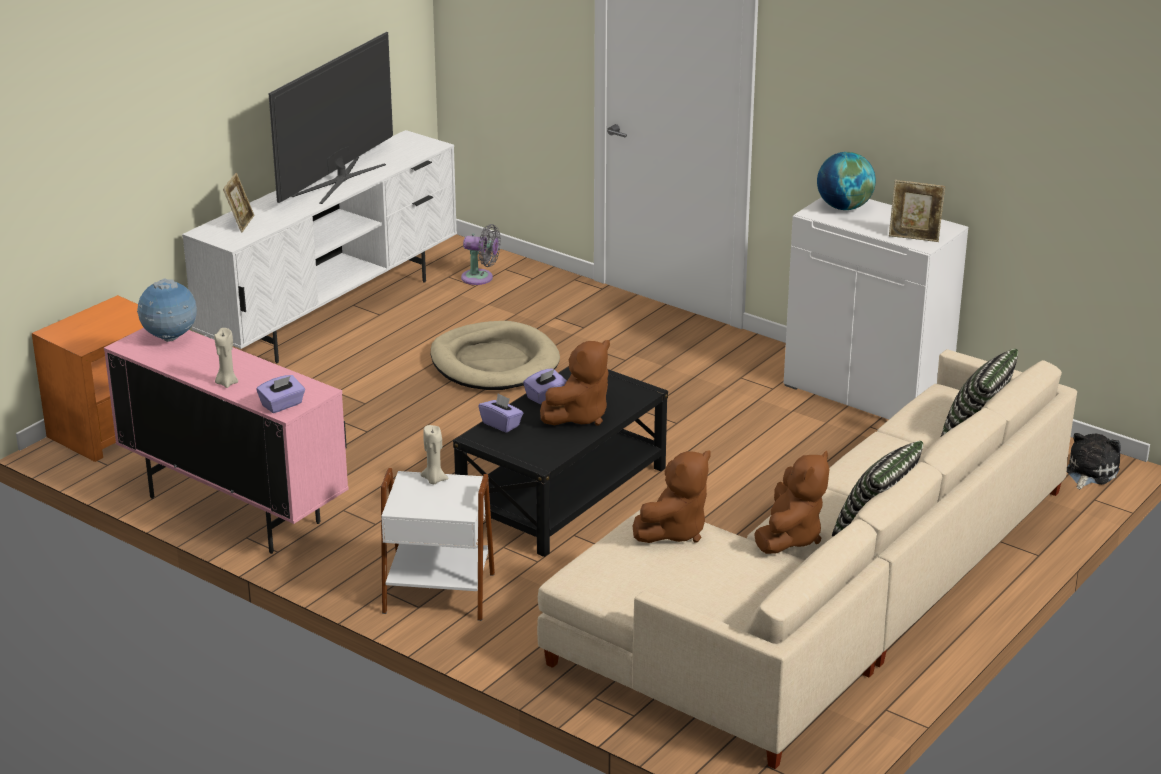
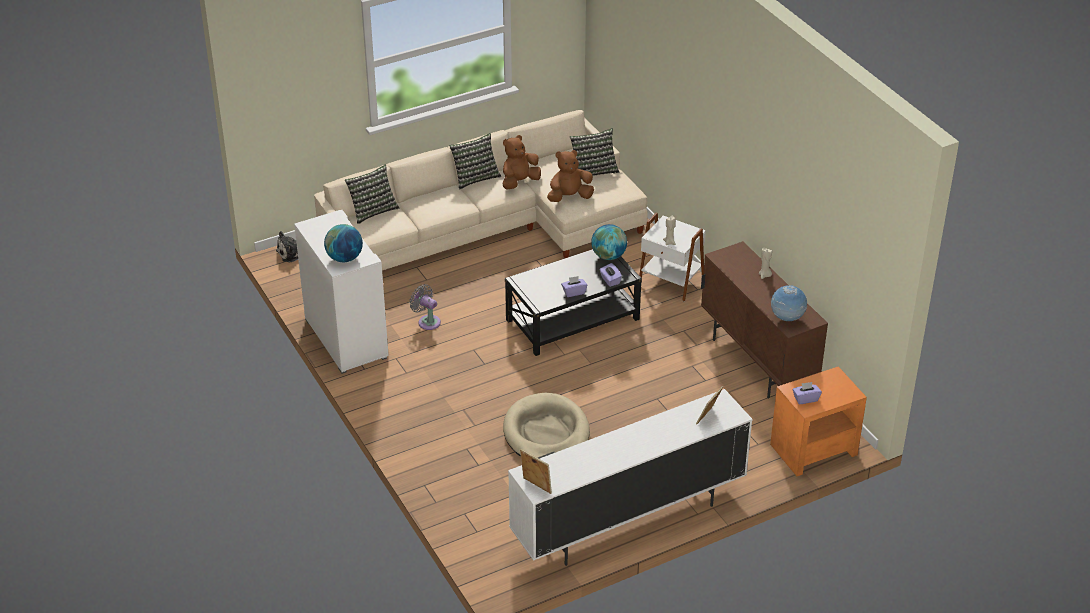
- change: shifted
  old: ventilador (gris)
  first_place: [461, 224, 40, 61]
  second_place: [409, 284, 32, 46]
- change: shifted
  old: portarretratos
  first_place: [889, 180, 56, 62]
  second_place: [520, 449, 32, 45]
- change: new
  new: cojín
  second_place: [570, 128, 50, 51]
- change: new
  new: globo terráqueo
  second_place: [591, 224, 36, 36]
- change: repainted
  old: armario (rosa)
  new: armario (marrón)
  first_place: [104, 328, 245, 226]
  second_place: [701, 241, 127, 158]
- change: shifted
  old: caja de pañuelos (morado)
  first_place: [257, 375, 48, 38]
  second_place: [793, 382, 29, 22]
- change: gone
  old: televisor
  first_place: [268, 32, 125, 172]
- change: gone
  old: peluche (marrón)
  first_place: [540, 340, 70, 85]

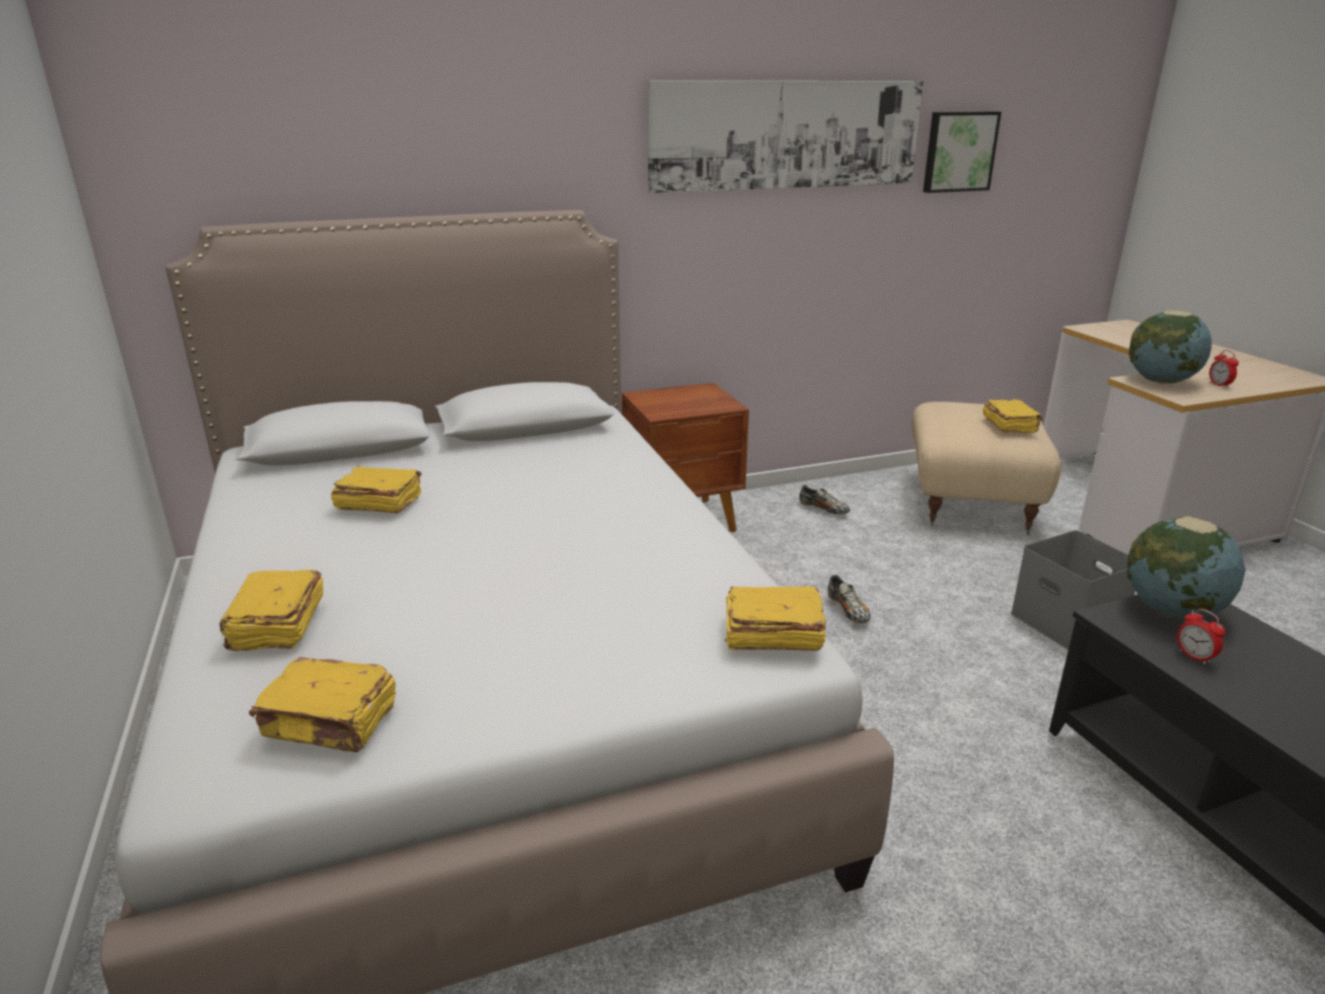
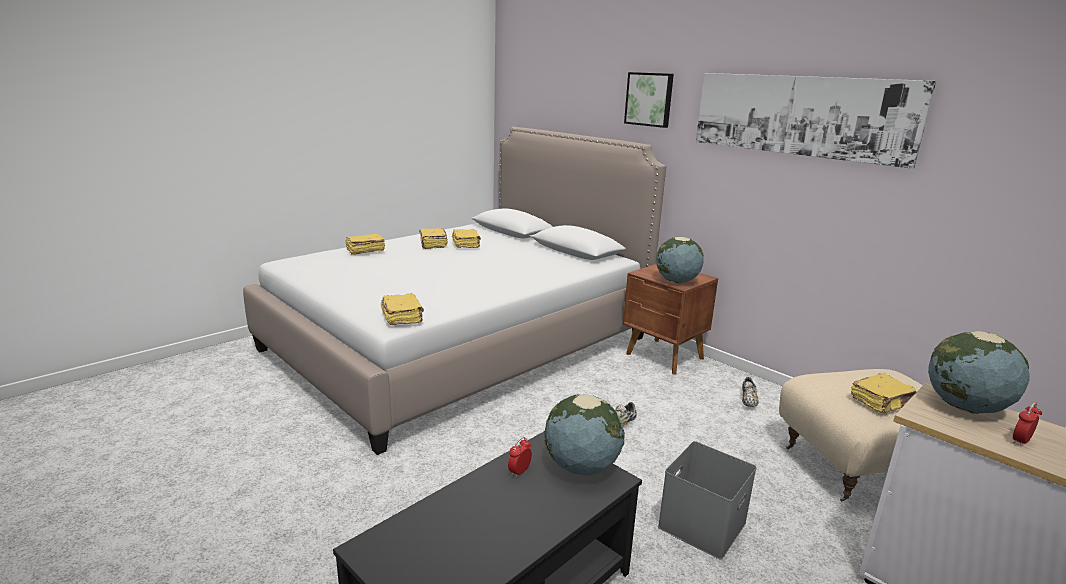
- change: shifted
  old: libro (amarillo)
  first_place: [249, 657, 147, 95]
  second_place: [419, 228, 29, 21]
- change: shifted
  old: cuadro
  first_place: [923, 111, 78, 82]
  second_place: [624, 72, 50, 56]
- change: new
  new: globo terráqueo
  second_place: [656, 237, 48, 46]

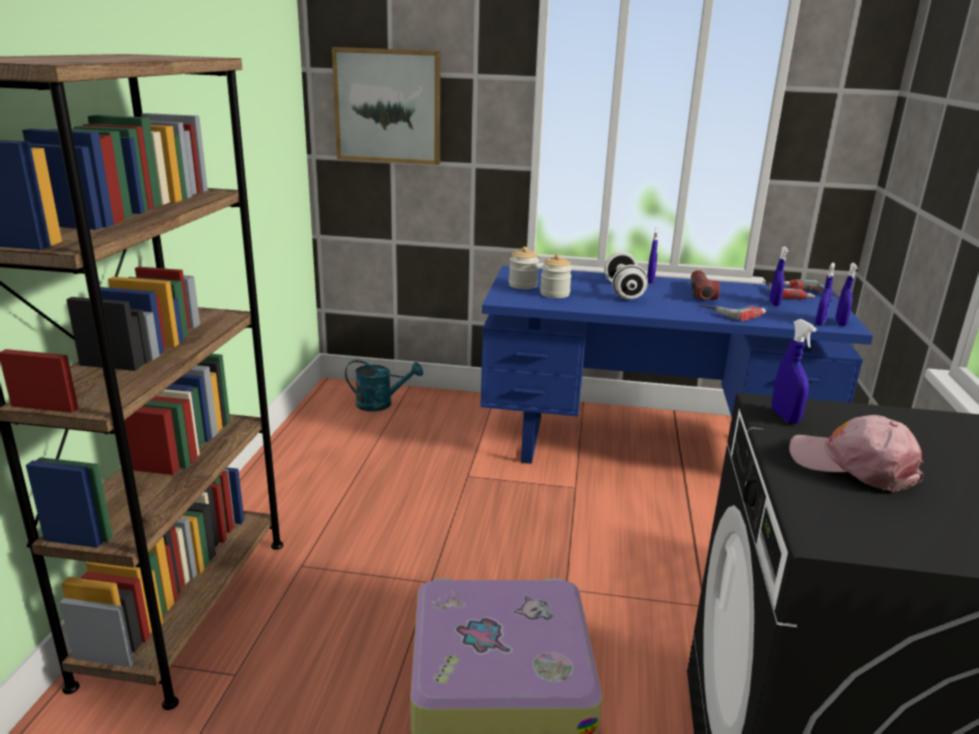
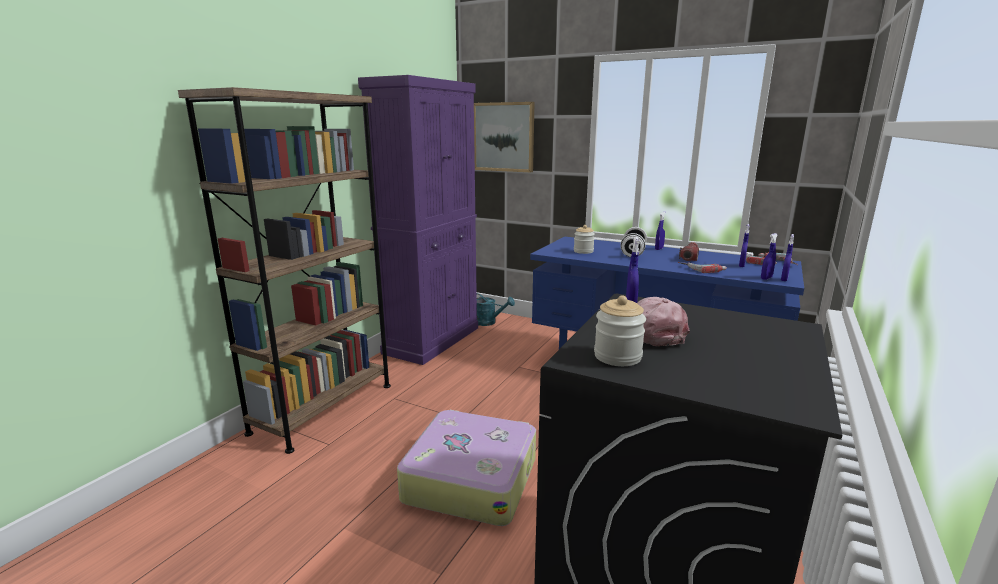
- change: new
  new: armario (morado)
  second_place: [358, 75, 120, 290]
- change: shifted
  old: tarro
  first_place: [509, 246, 30, 43]
  second_place: [594, 295, 52, 71]

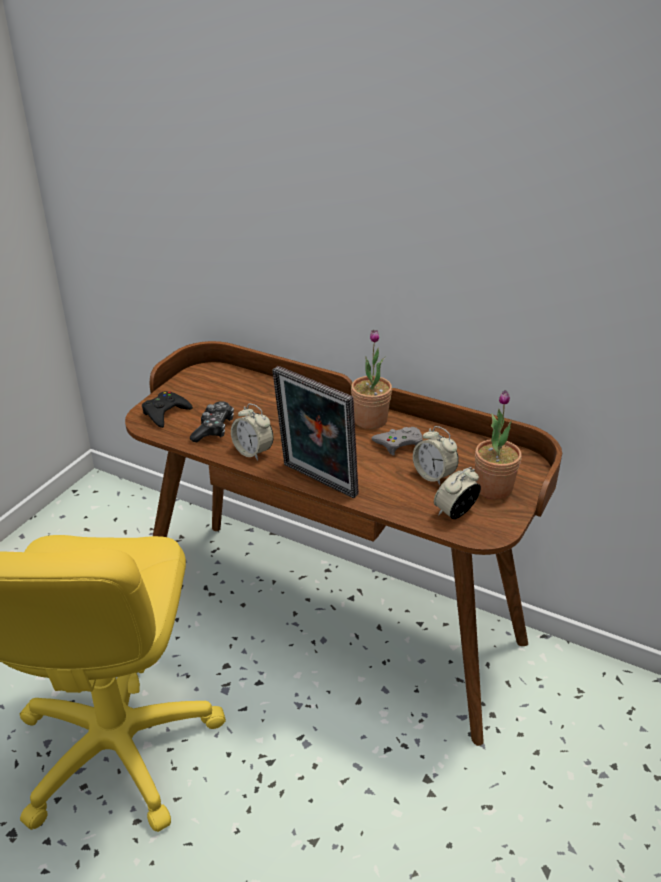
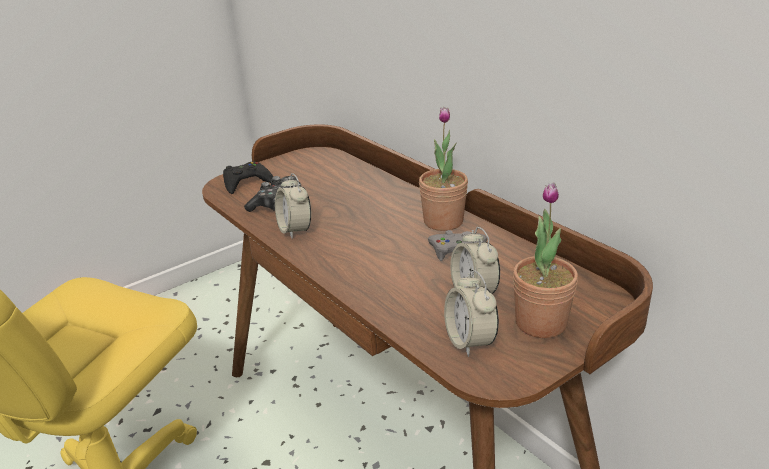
- change: rotated
  old: despertador
  first_place: [434, 467, 47, 52]
  second_place: [444, 270, 55, 87]
  degrees: -90
- change: gone
  old: portarretratos
  first_place: [272, 366, 87, 132]

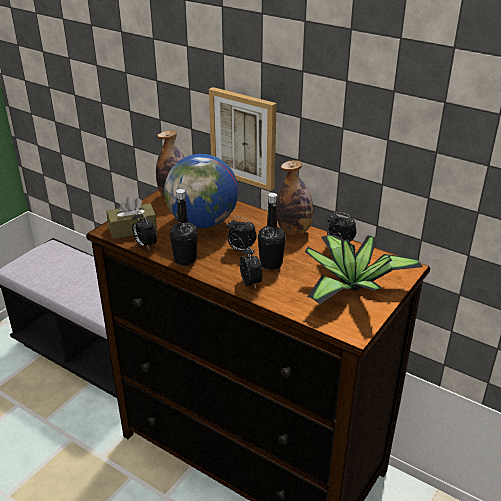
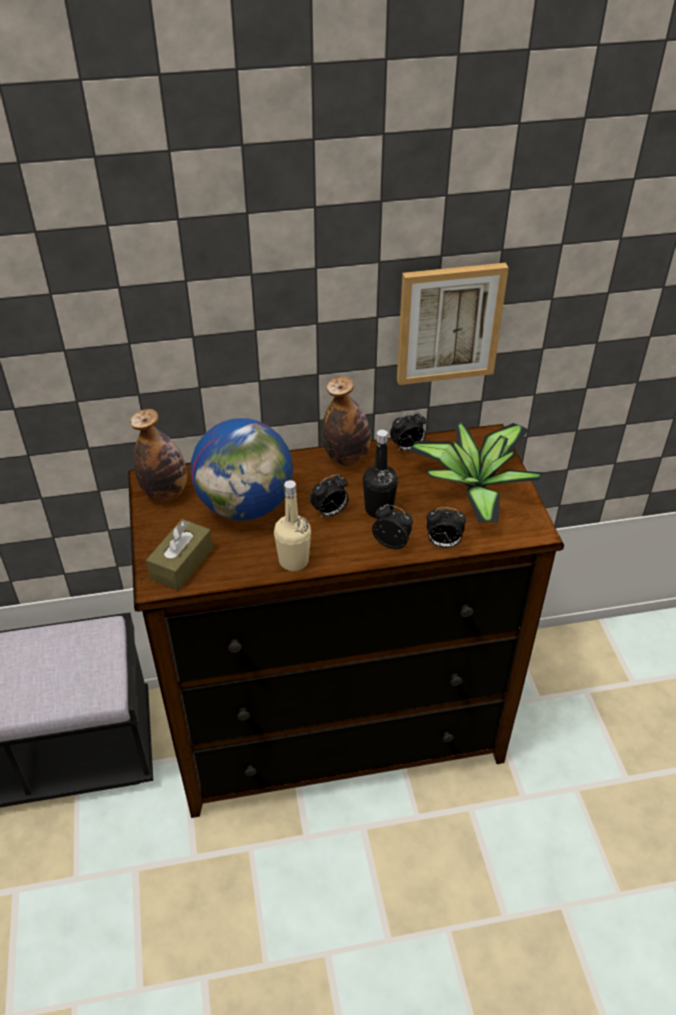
- change: repainted
  old: botella (negro)
  new: botella (beis)
  first_place: [170, 189, 28, 77]
  second_place: [274, 480, 37, 91]
- change: shifted
  old: cuadro
  first_place: [209, 87, 68, 104]
  second_place: [397, 263, 112, 122]
- change: shifted
  old: despertador
  first_place: [132, 211, 25, 38]
  second_place: [427, 507, 39, 41]

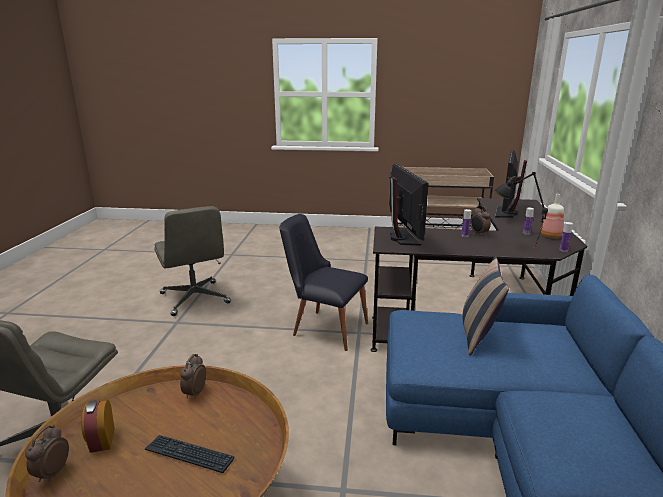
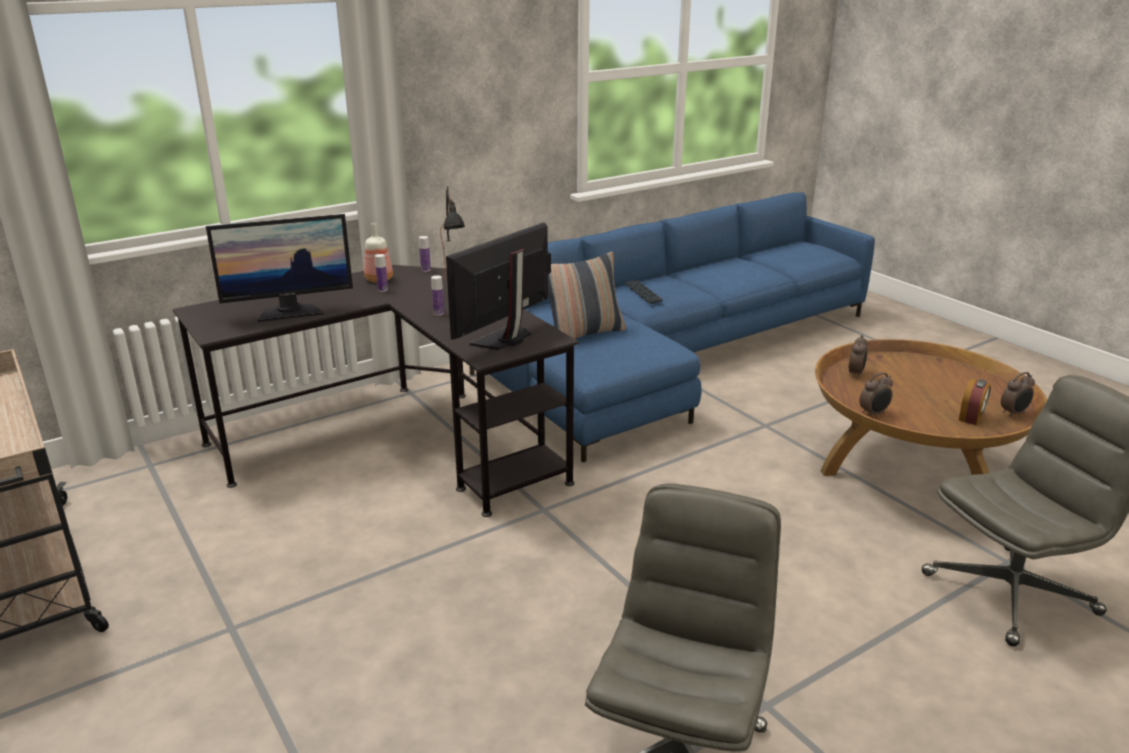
- change: shifted
  old: teclado
  first_place: [145, 435, 90, 38]
  second_place: [623, 280, 40, 24]
- change: shifted
  old: despertador
  first_place: [470, 205, 21, 31]
  second_place: [849, 334, 18, 44]
- change: gone
  old: silla (negro)
  first_place: [279, 214, 89, 137]

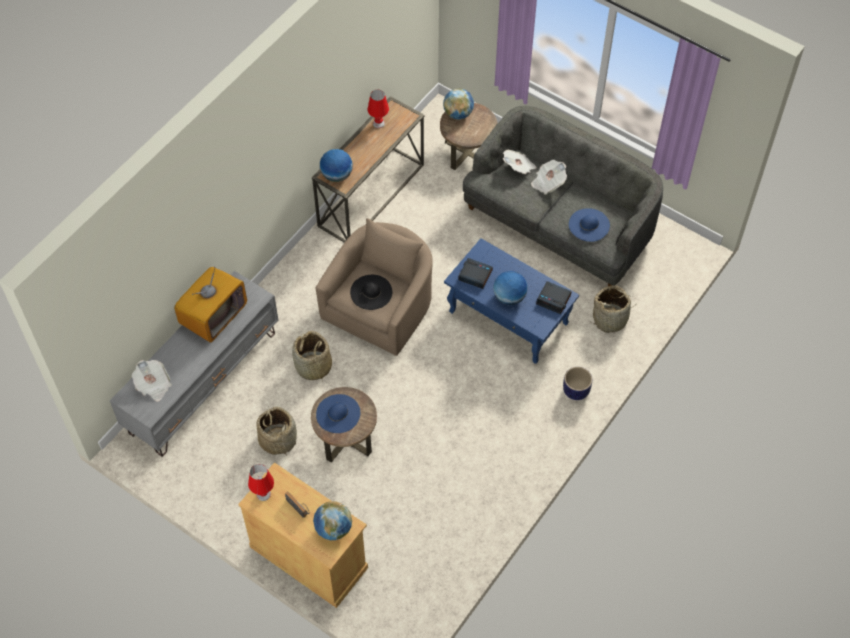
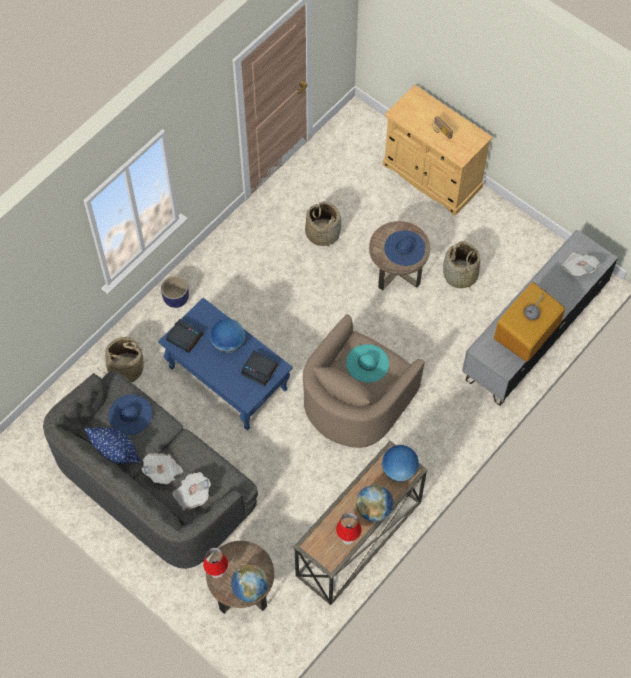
- change: new
  new: cojín (azul)
  second_place: [85, 427, 56, 37]
- change: shifted
  old: lámpara de mesa (rojo)
  first_place: [248, 464, 26, 37]
  second_place: [203, 548, 25, 30]
- change: shifted
  old: cesta
  first_place: [292, 331, 40, 51]
  second_place: [305, 200, 36, 46]
- change: repainted
  old: sombrero (negro)
  new: sombrero (turquesa)
  first_place: [350, 275, 42, 35]
  second_place: [346, 344, 43, 39]
- change: shifted
  old: globo terráqueo
  first_place: [313, 501, 39, 39]
  second_place: [356, 485, 37, 37]

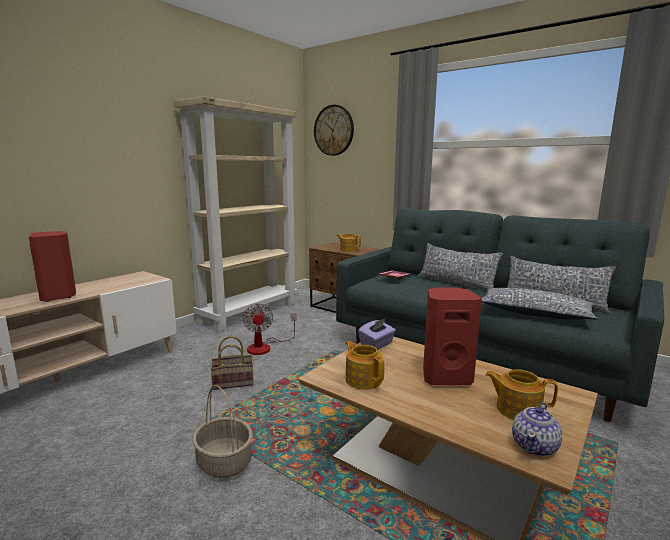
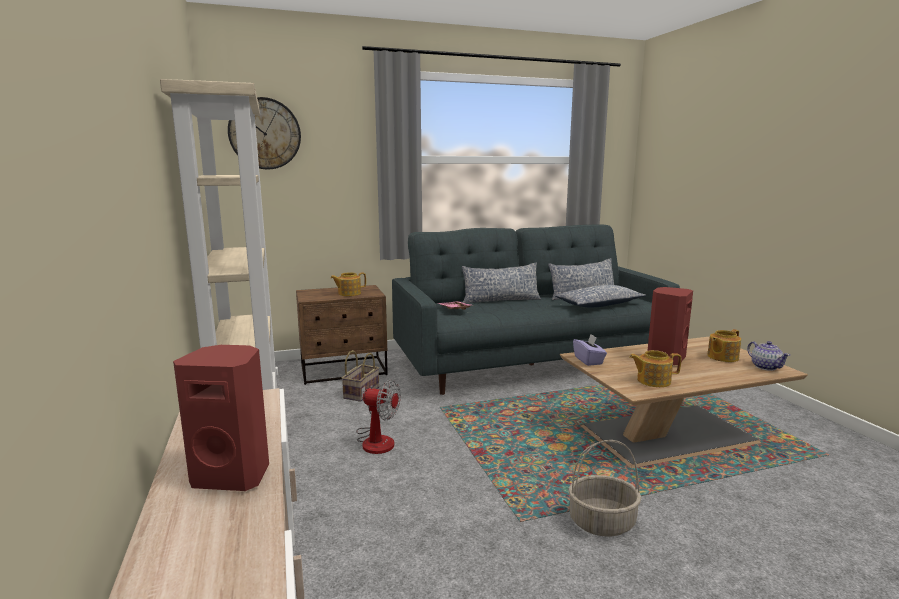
- change: shifted
  old: cesta
  first_place: [210, 336, 44, 54]
  second_place: [342, 350, 37, 52]

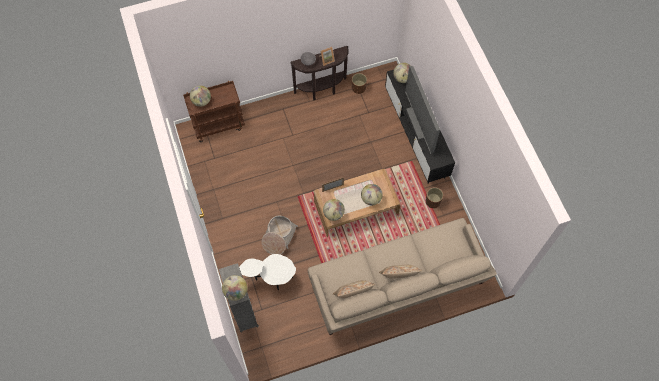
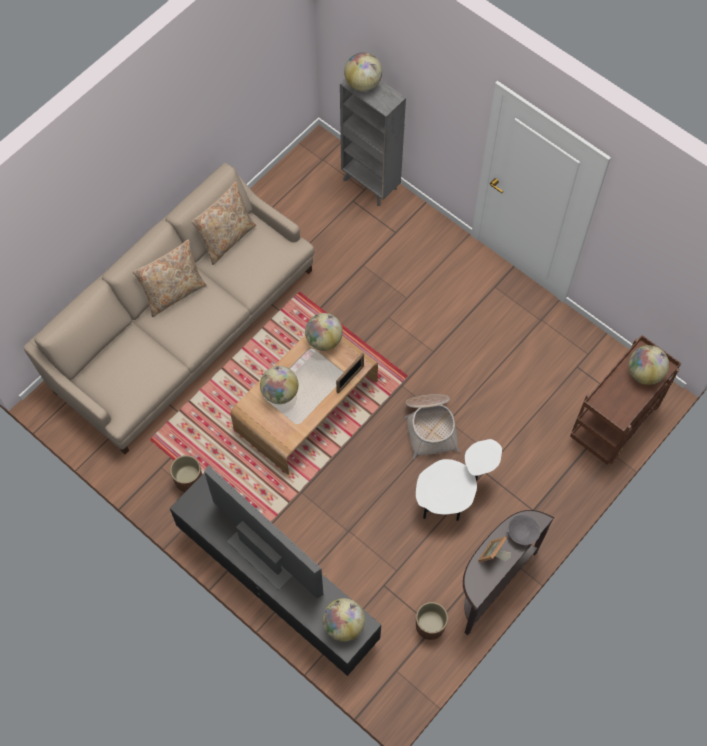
- change: shifted
  old: cesta
  first_place: [262, 216, 36, 39]
  second_place: [405, 394, 54, 65]
- change: shifted
  old: mesa auxiliar (blanco)
  first_place: [239, 254, 57, 36]
  second_place: [416, 439, 86, 82]

